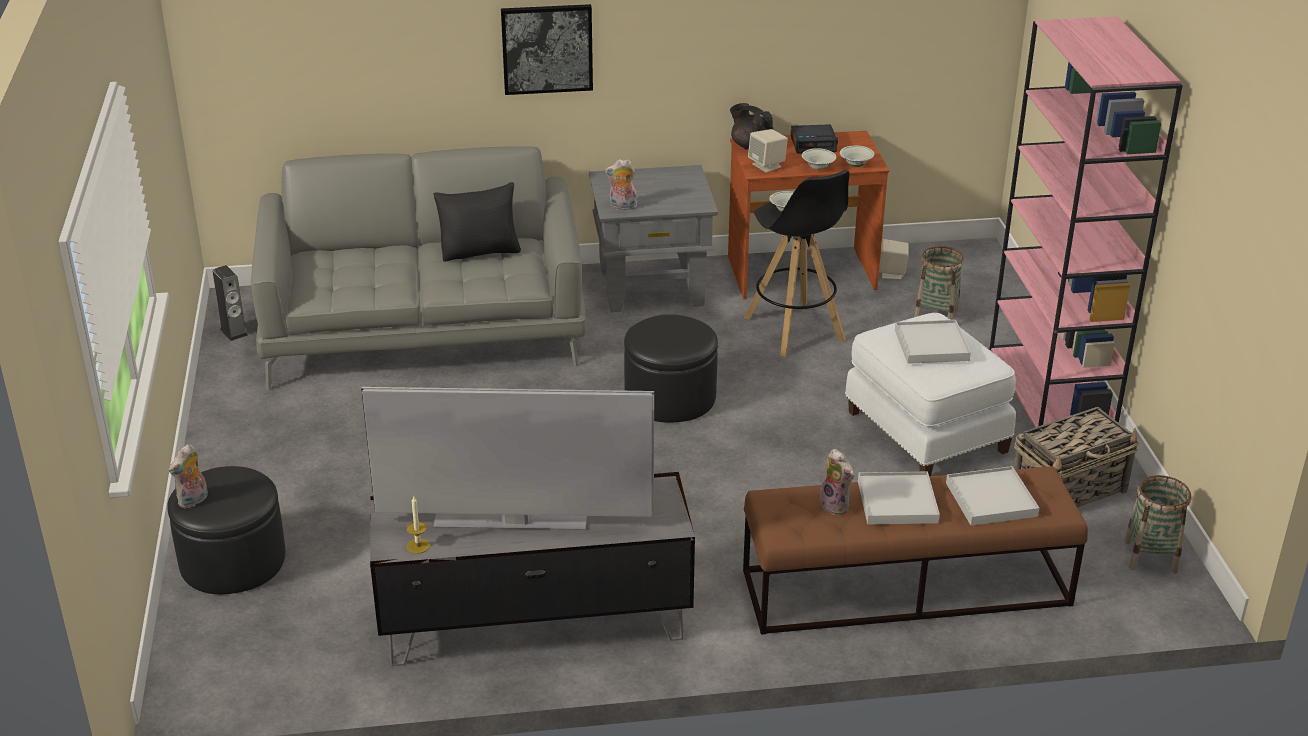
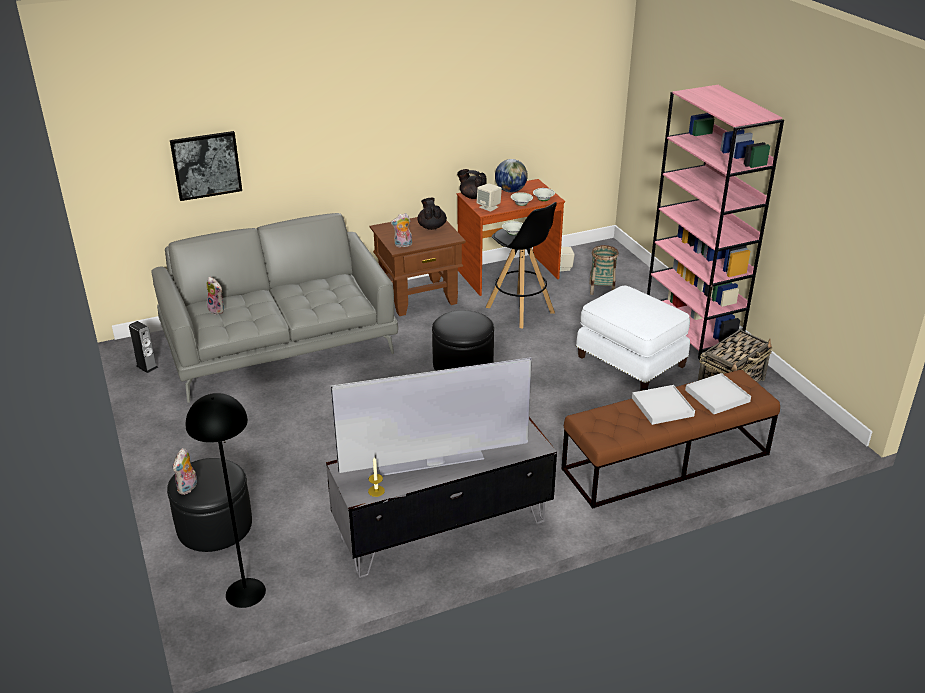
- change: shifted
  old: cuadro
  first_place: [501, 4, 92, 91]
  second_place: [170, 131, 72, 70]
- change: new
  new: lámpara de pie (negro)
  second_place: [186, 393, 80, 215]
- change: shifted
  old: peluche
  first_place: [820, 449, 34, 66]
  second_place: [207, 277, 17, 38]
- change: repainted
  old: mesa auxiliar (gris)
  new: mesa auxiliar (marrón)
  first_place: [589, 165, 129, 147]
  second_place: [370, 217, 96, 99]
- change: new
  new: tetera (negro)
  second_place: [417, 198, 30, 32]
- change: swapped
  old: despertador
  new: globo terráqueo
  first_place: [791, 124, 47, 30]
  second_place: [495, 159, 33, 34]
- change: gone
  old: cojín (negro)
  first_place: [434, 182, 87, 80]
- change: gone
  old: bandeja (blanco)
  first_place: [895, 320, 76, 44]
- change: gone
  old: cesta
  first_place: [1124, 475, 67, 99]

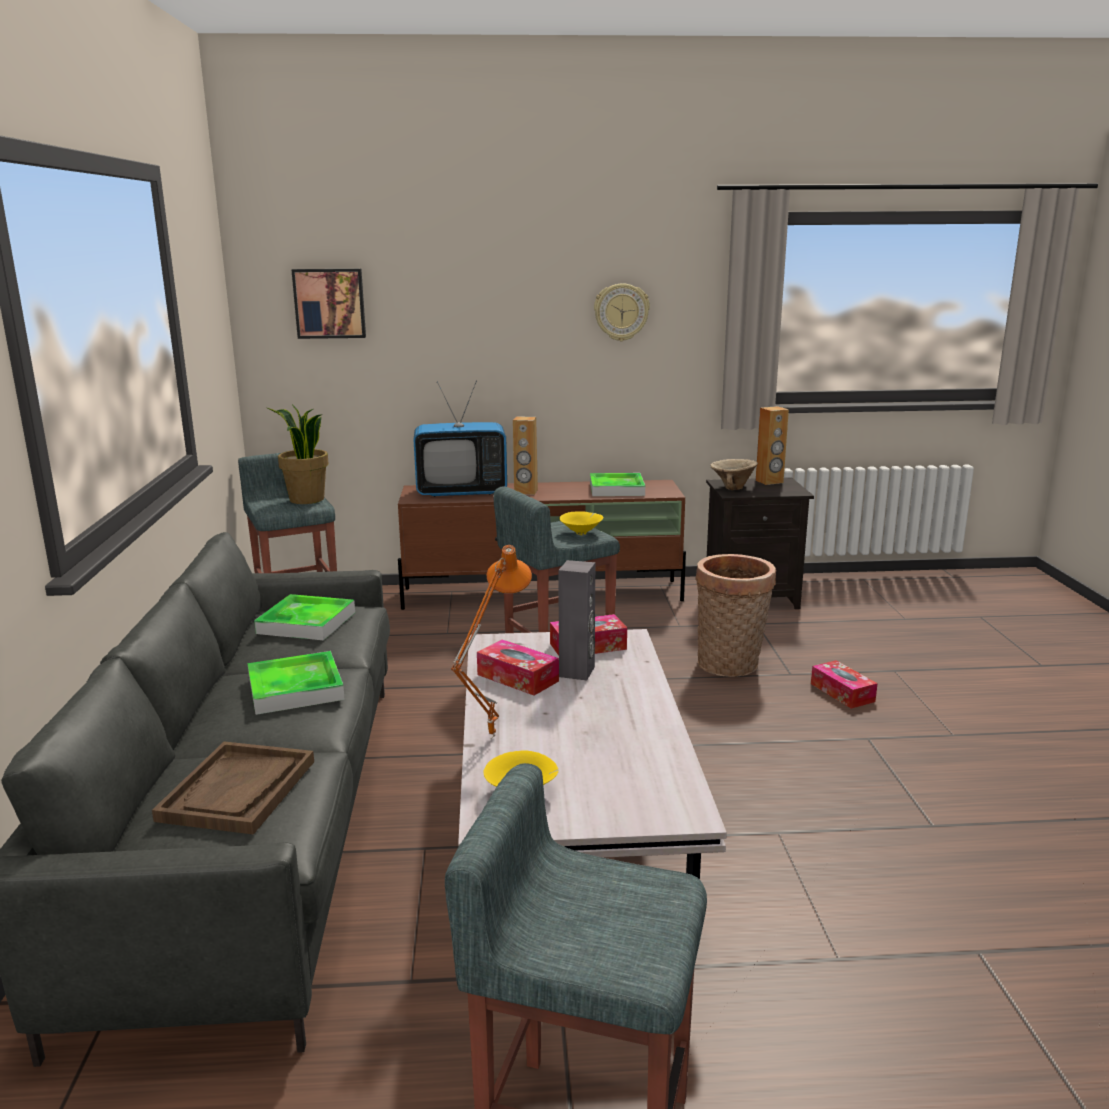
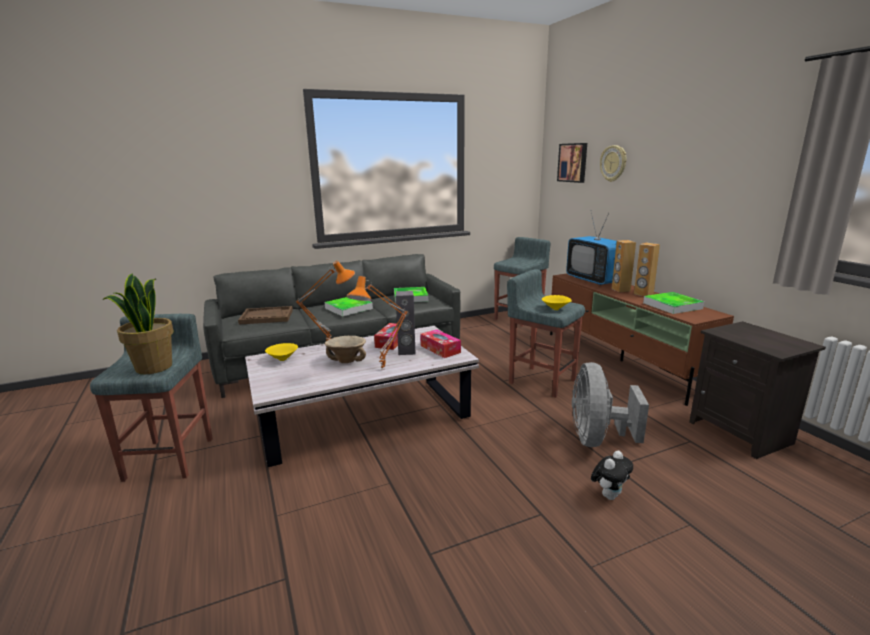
- change: shifted
  old: planta en maceta
  first_place: [268, 404, 61, 100]
  second_place: [103, 273, 70, 102]
- change: shifted
  old: cuenco (beis)
  first_place: [710, 459, 48, 32]
  second_place: [325, 336, 41, 27]
- change: new
  new: lámpara de mesa (naranja)
  second_place: [346, 276, 62, 94]
- change: swapped
  old: cesta
  new: ventilador (gris)
  first_place: [695, 554, 81, 123]
  second_place: [572, 362, 77, 85]
- change: swapped
  old: caja de pañuelos
  new: peluche
  first_place: [811, 660, 67, 49]
  second_place: [591, 451, 42, 49]
- change: shifted
  old: reloj de pared
  first_place: [594, 283, 56, 58]
  second_place: [600, 145, 26, 37]
- change: shifted
  old: altavoz (marrón)
  first_place: [756, 406, 33, 79]
  second_place: [634, 243, 26, 53]

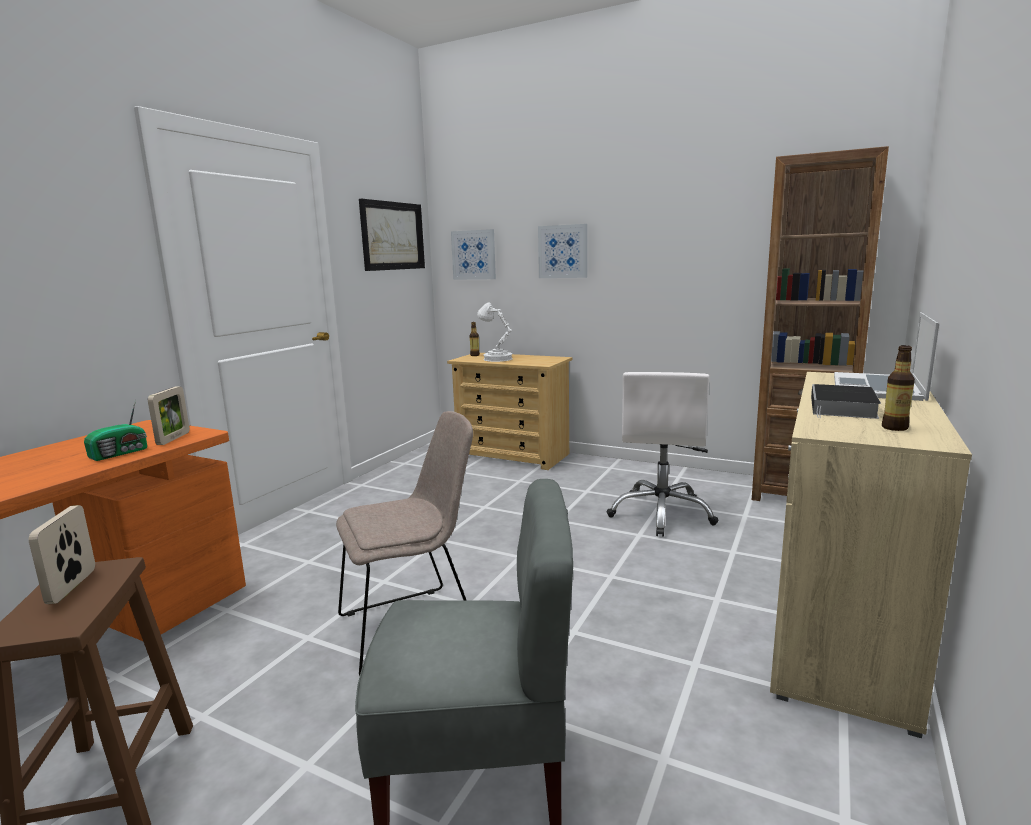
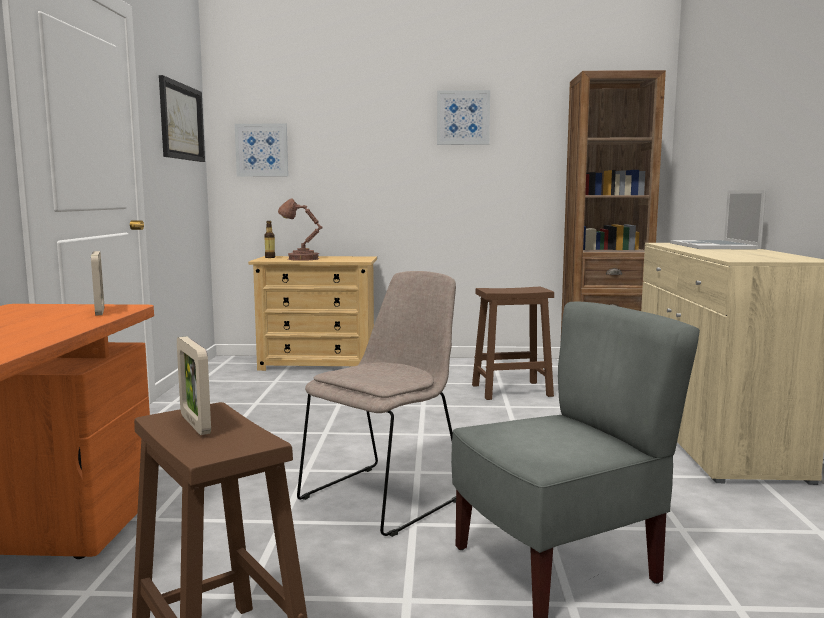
- change: repainted
  old: lámpara de mesa (blanco)
  new: lámpara de mesa (marrón)
  first_place: [477, 302, 36, 60]
  second_place: [278, 198, 45, 63]
- change: shifted
  old: cuadro
  first_place: [538, 224, 49, 54]
  second_place: [437, 90, 53, 55]
- change: swapped
  old: silla de oficina (blanco)
  new: taburete (marrón)
  first_place: [606, 372, 113, 165]
  second_place: [472, 287, 82, 113]
- change: gone
  old: radio
  first_place: [84, 399, 63, 62]
- change: gone
  old: libro
  first_place: [811, 384, 70, 35]
- change: gone
  old: botella
  first_place: [882, 345, 33, 86]

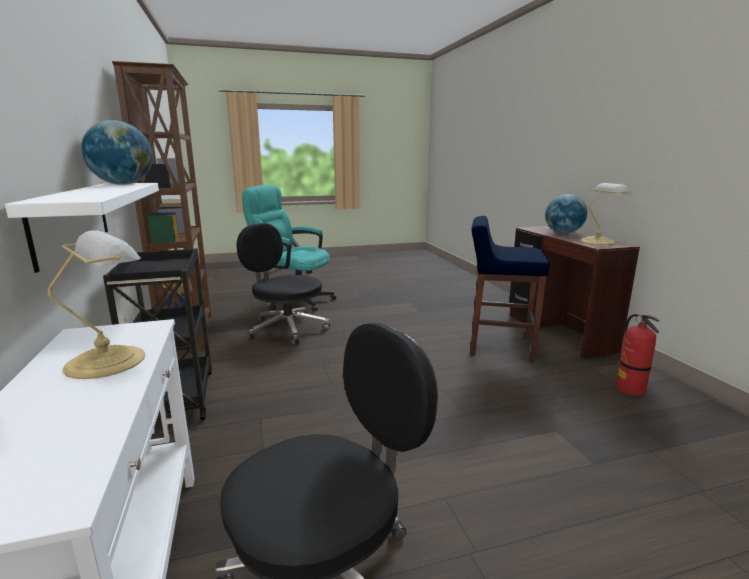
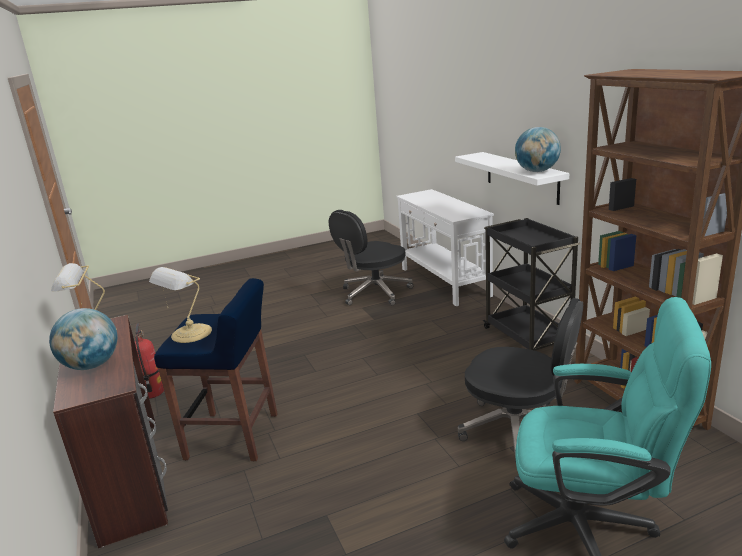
- change: shifted
  old: lámpara de mesa
  first_place: [48, 231, 97, 148]
  second_place: [149, 267, 63, 76]

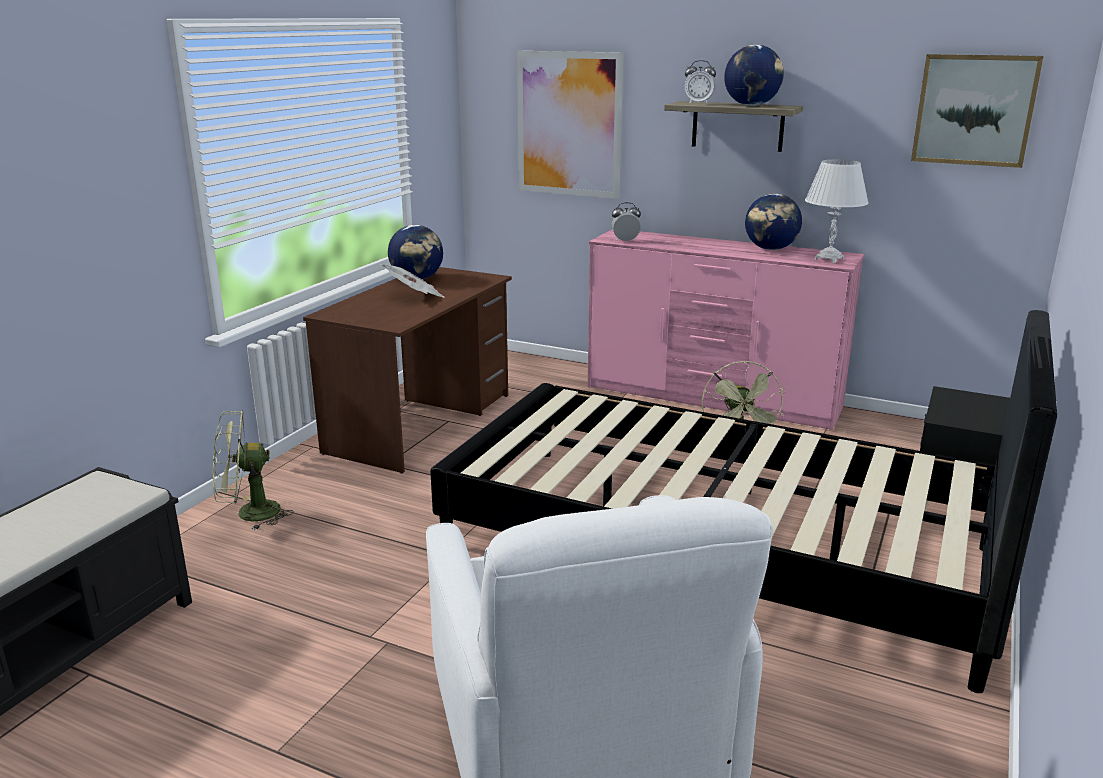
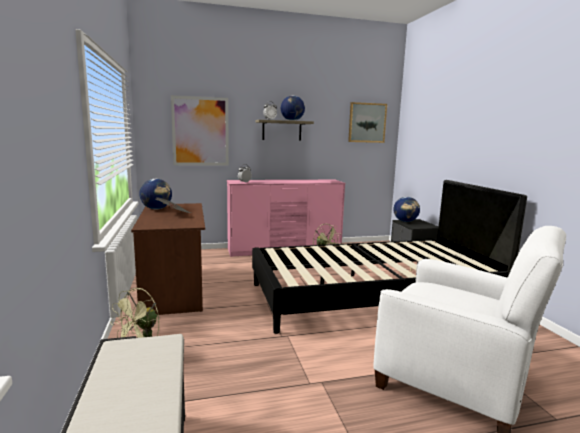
- change: shifted
  old: globo terráqueo
  first_place: [745, 194, 57, 56]
  second_place: [393, 197, 27, 25]
- change: gone
  old: lámpara de mesa (blanco)
  first_place: [805, 159, 64, 104]

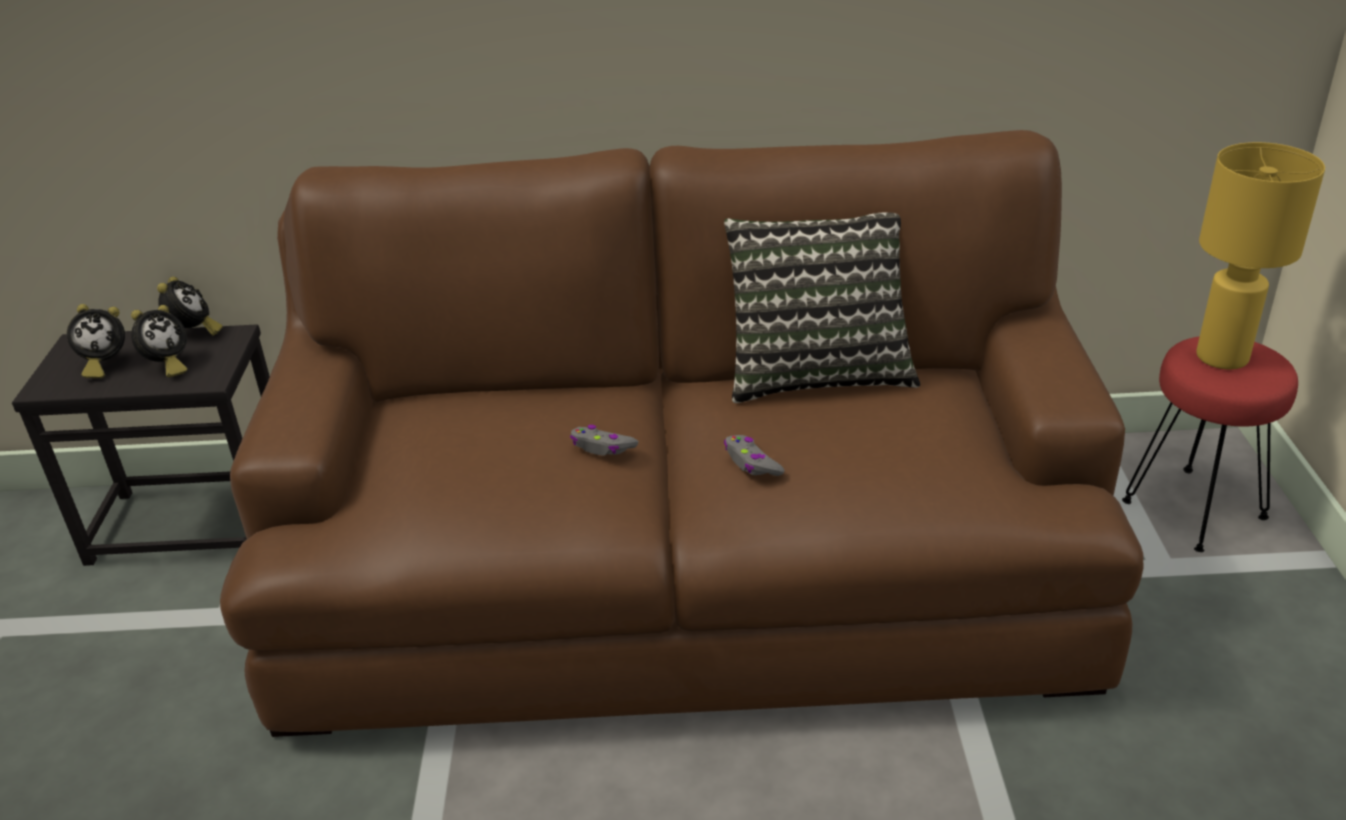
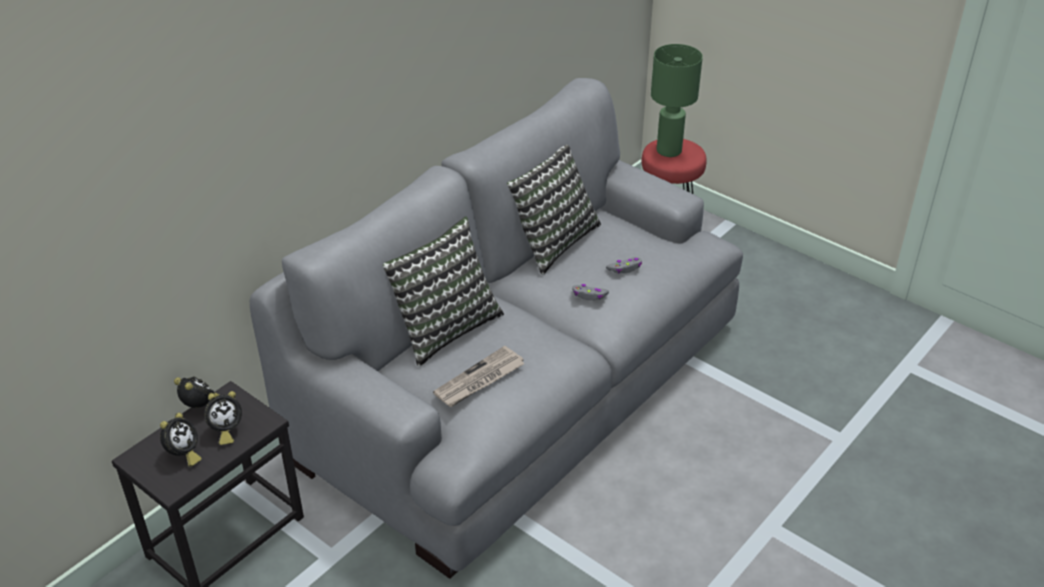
- change: rotated
  old: despertador
  first_place: [131, 305, 56, 72]
  second_place: [204, 391, 38, 54]
  degrees: 75
- change: repainted
  old: sofá (marrón)
  new: sofá (gris)
  first_place: [220, 130, 924, 607]
  second_place: [250, 78, 493, 501]
- change: new
  new: cojín
  second_place: [383, 216, 121, 151]
- change: new
  new: periódico
  second_place: [433, 346, 92, 61]
- change: shifted
  old: mando de consola (gris)
  first_place: [570, 425, 68, 31]
  second_place: [606, 257, 36, 17]
- change: repainted
  old: lámpara de mesa (amarillo)
  new: lámpara de mesa (verde)
  first_place: [1196, 142, 129, 227]
  second_place: [651, 44, 52, 113]

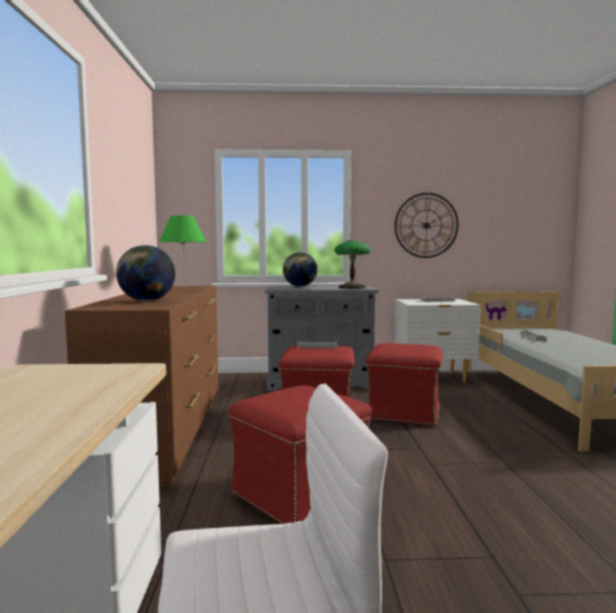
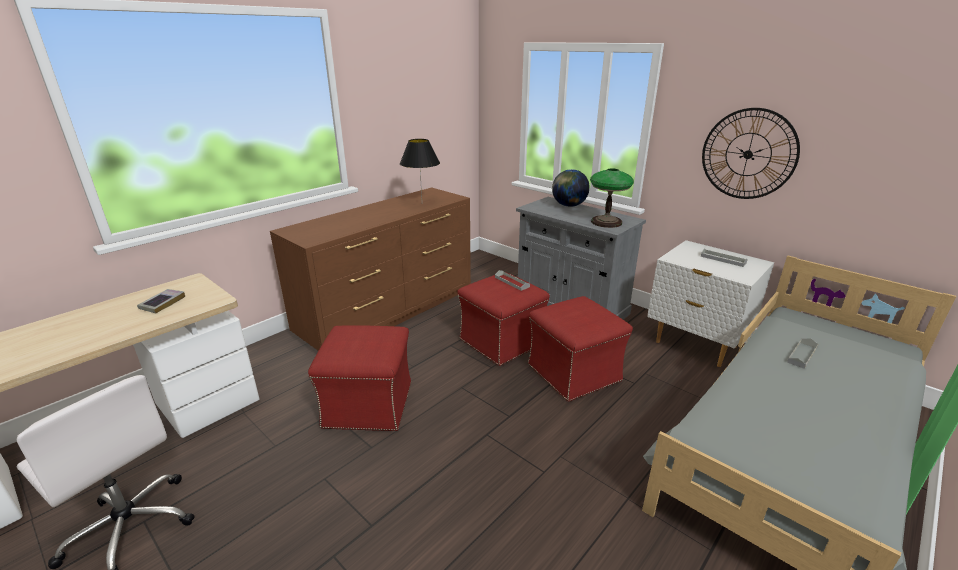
- change: new
  new: libro
  second_place: [137, 289, 48, 25]
- change: repainted
  old: lámpara de mesa (verde)
  new: lámpara de mesa (negro)
  first_place: [159, 215, 47, 75]
  second_place: [400, 139, 40, 59]
- change: gone
  old: globo terráqueo
  first_place: [116, 245, 59, 56]

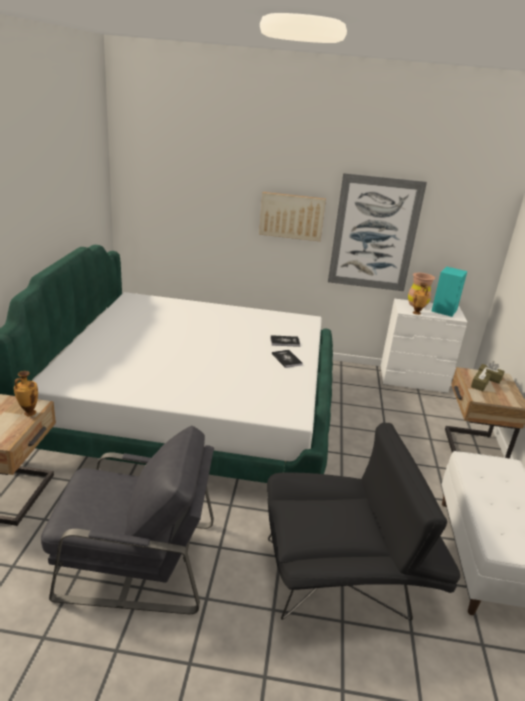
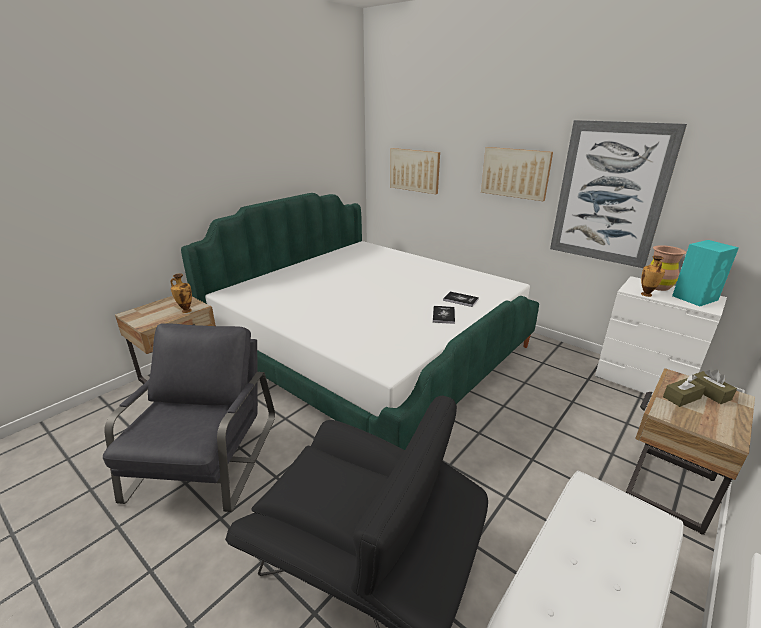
- change: rotated
  old: sillón (gris)
  first_place: [41, 426, 173, 188]
  second_place: [103, 323, 172, 189]
  degrees: -120
- change: new
  new: cuadro
  second_place: [390, 148, 50, 46]

